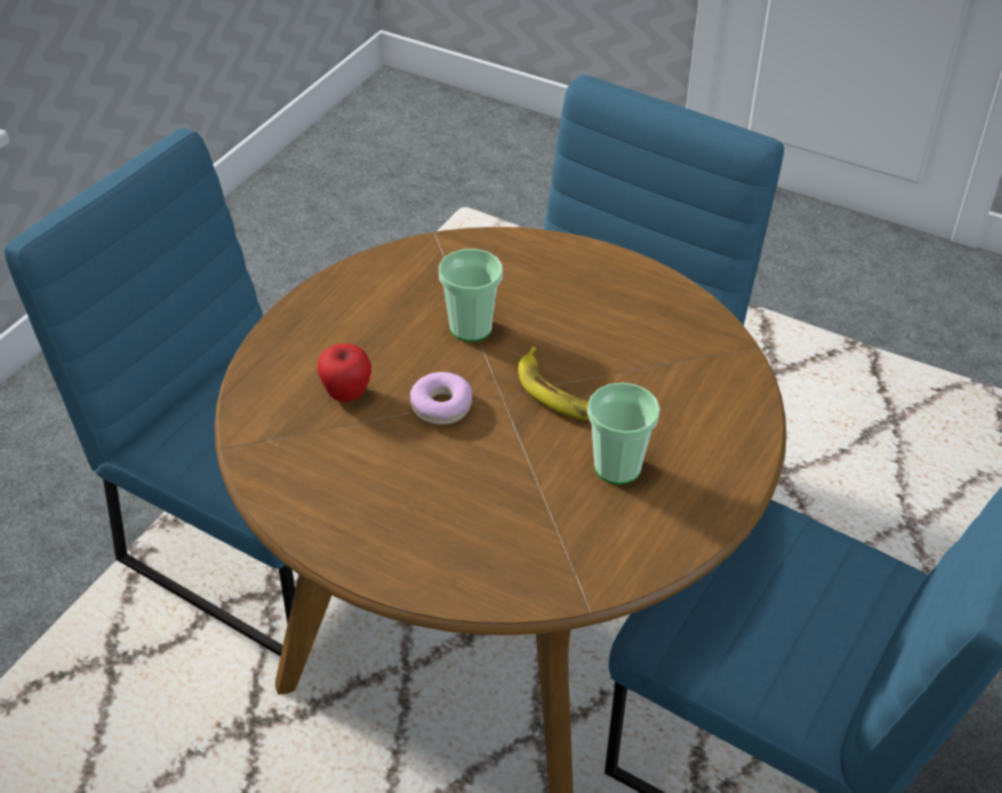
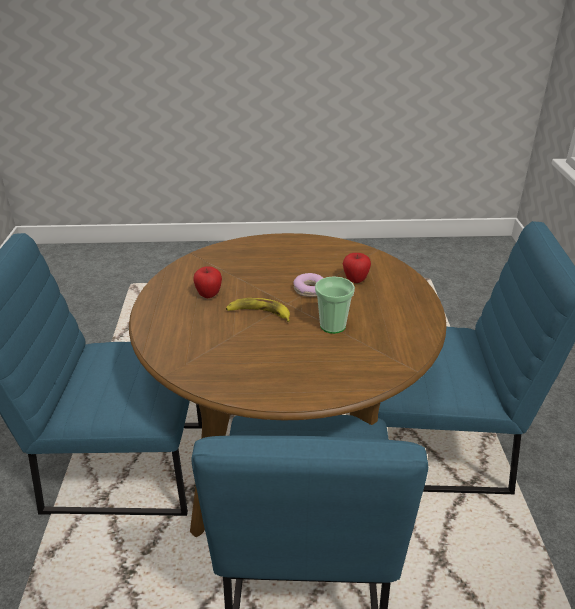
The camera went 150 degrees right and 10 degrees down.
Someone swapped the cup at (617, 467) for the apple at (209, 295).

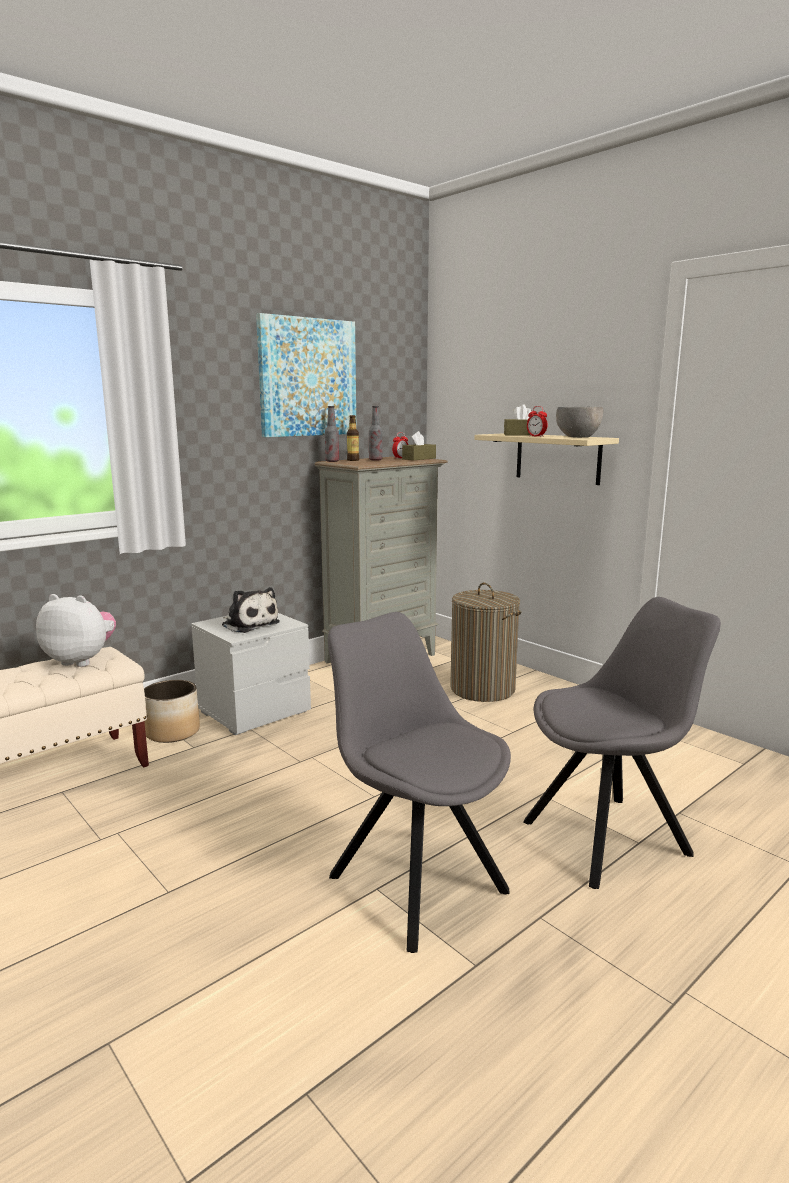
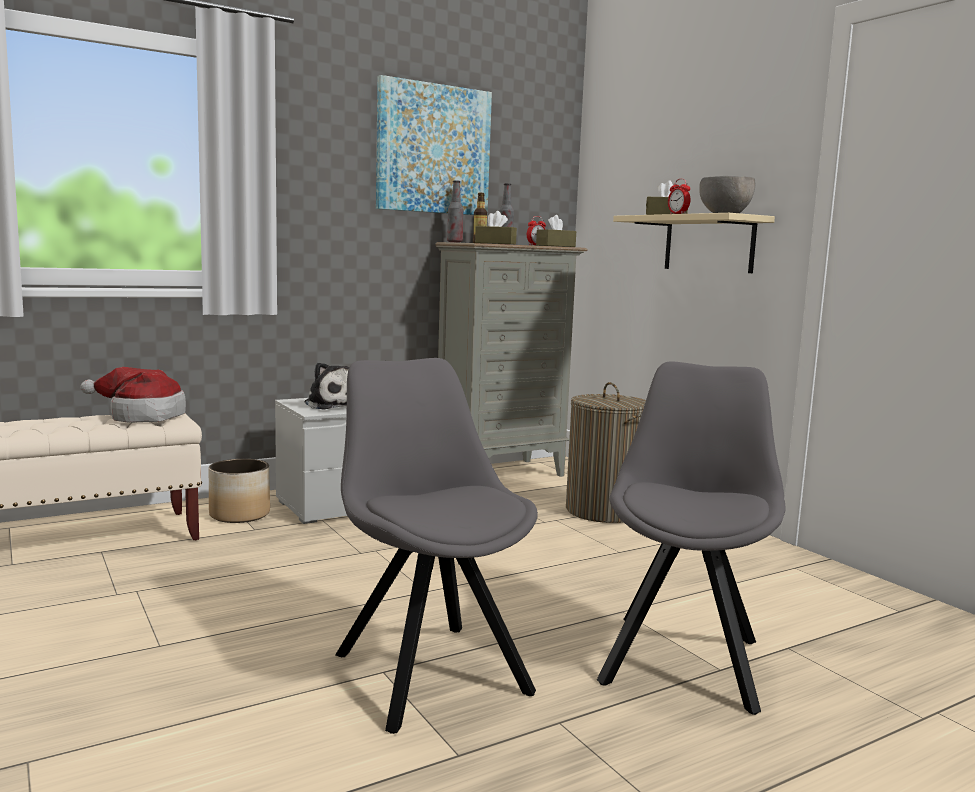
The camera went 10 degrees right and 5 degrees down.
Someone swapped the plush toy at (81, 660) for the hat at (142, 416).
Someone rotated the grey chair at (607, 838) by 60 degrees counterclockwise.
Someone put down the brown tissue box at (495, 243).

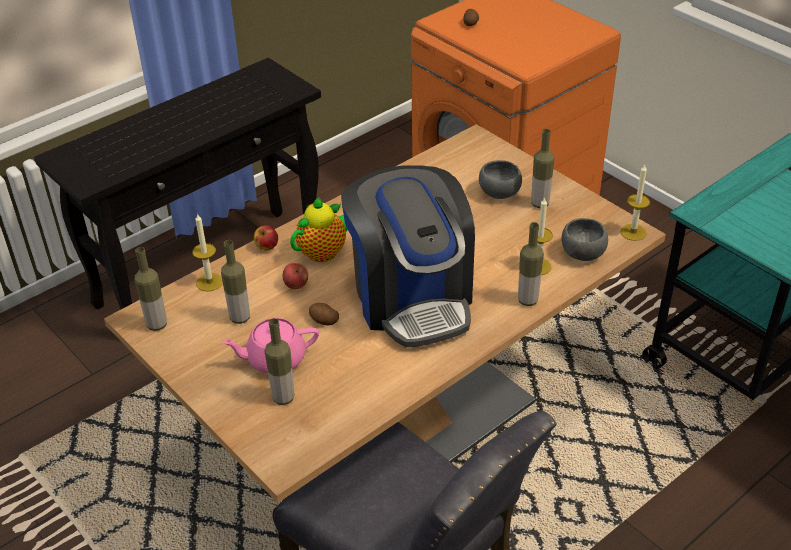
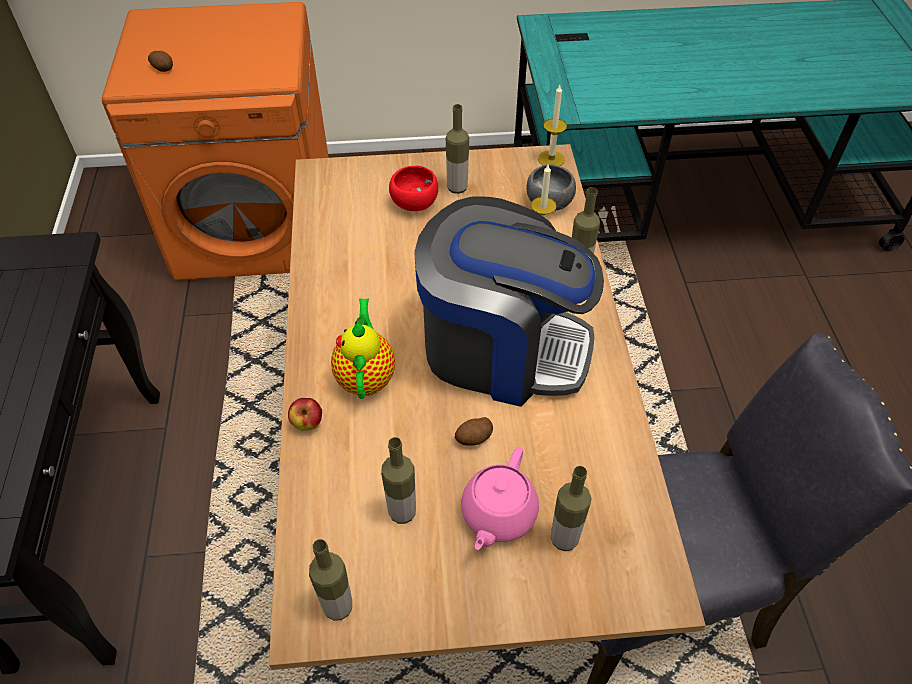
The camera went 55 degrees left and 10 degrees up.
Someone took away the candle at (209, 282).
Someone took away the apple at (296, 285).
Someone repainted the grey bowl at (499, 194), which became the red bowl at (415, 204).

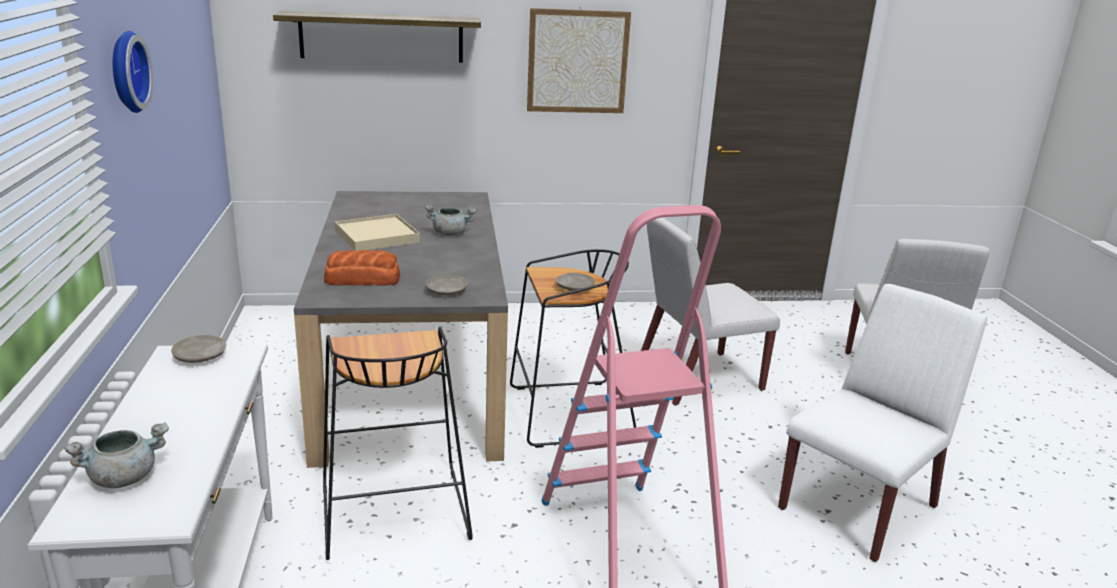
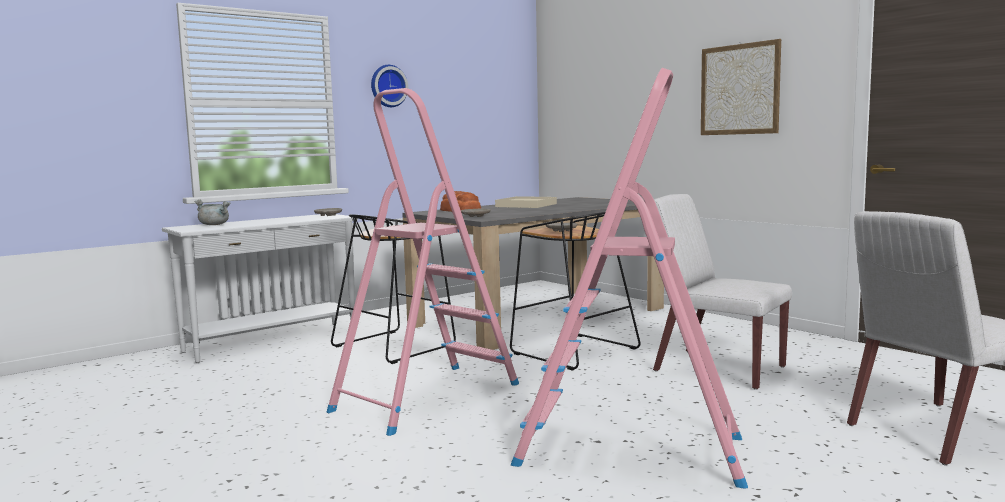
The camera went 60 degrees right and 15 degrees down.
Someone took away the shelf at (381, 37).
Someone took away the grey cooking pot at (450, 233).
Someone swapped the white chair at (859, 507) for the pink step ladder at (628, 451).

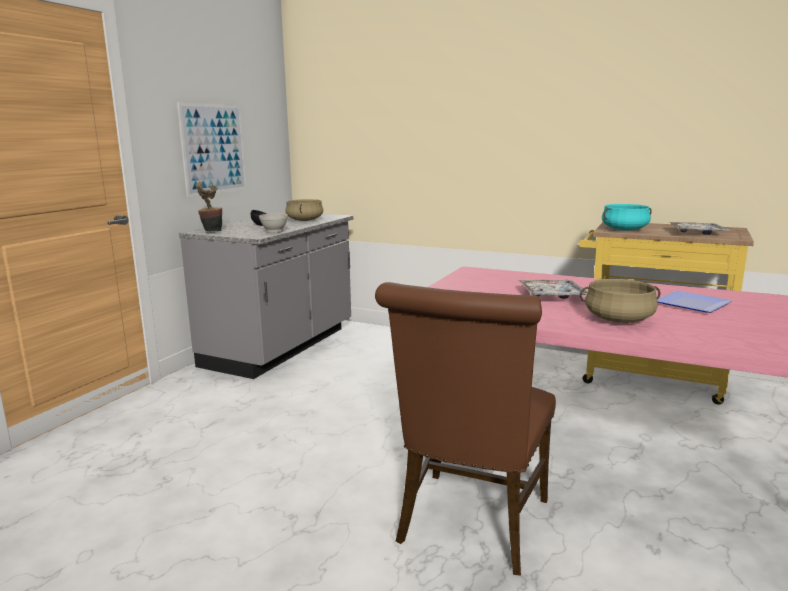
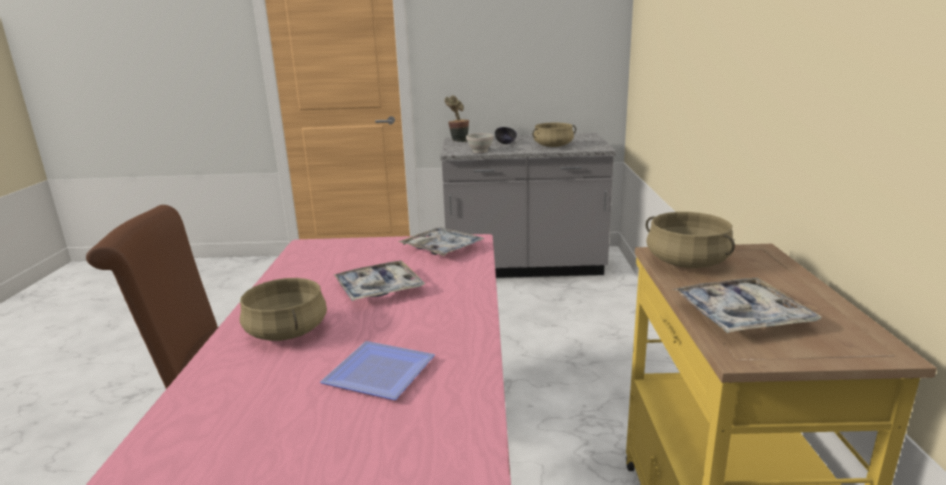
The camera went 65 degrees right and 5 degrees up.
Someone took away the picture at (214, 149).
Someone repainted the turquoise cooking pot at (624, 230), which became the beige cooking pot at (686, 262).
Someone put down the tray at (442, 249).

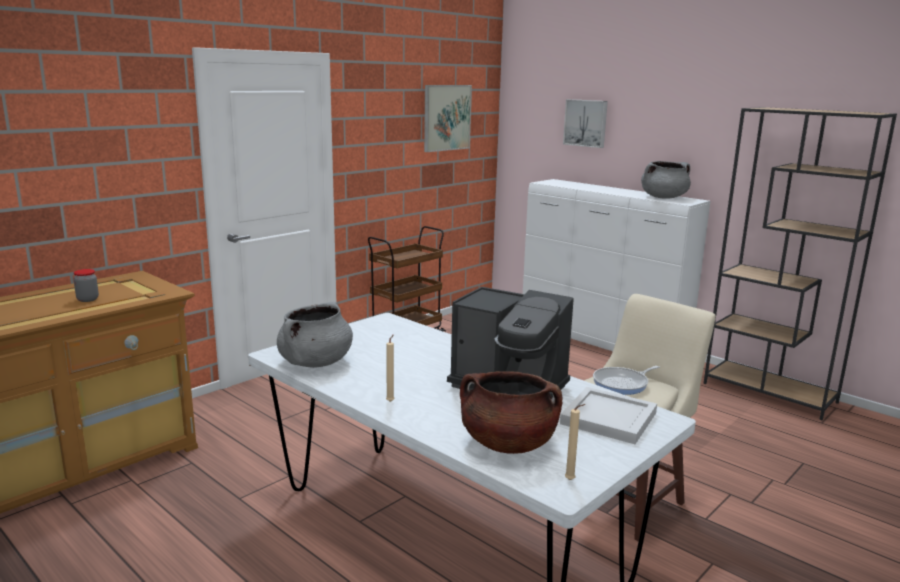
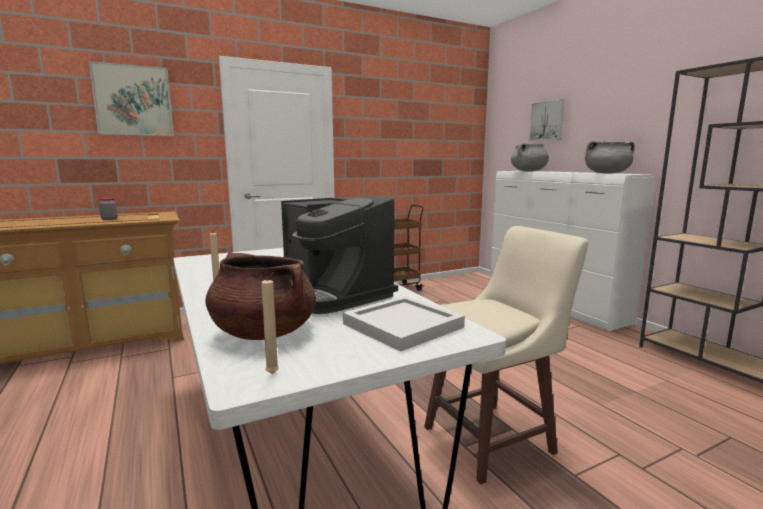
The camera went 20 degrees right and 5 degrees down.
Someone carried the grey cooking pot from (315, 362) to (528, 171).
Someone carried the picture from (447, 117) to (133, 100).
Someone took away the frying pan at (623, 384).

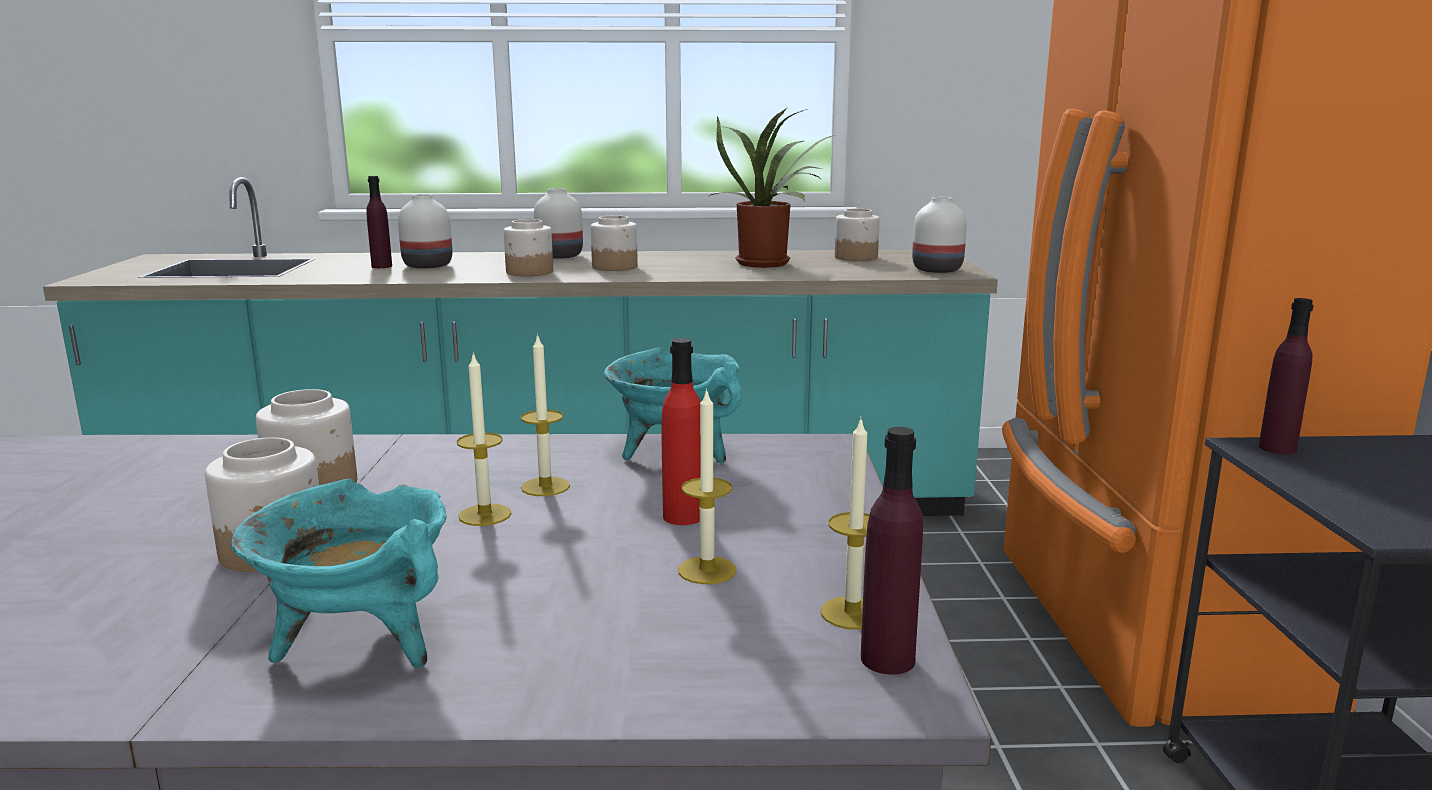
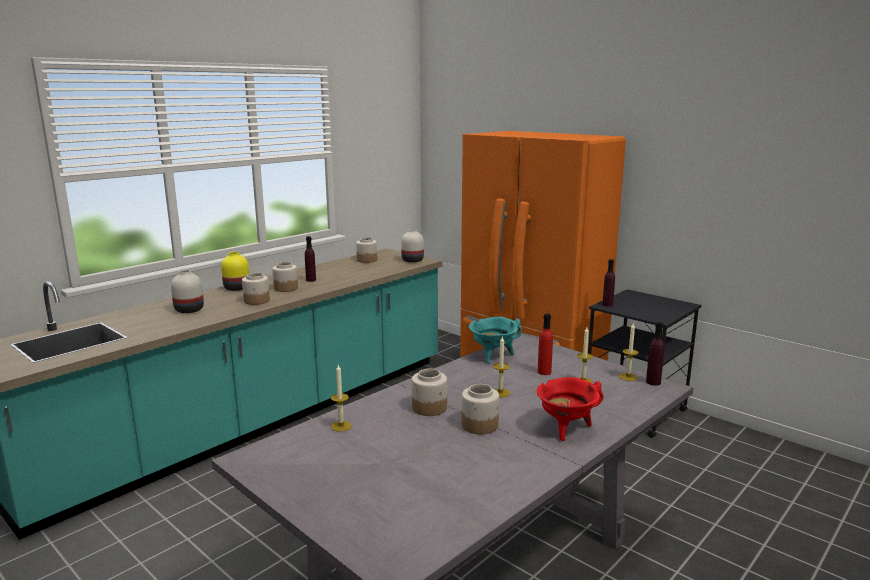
The camera went 45 degrees left and 0 degrees up.
Someone repainted the turquoise cooking pot at (359, 644), which became the red cooking pot at (566, 429).
Someone carried the purple bottle from (382, 266) to (311, 280).
Someone carried the candle from (545, 487) to (341, 426).
Someone repainted the white vase at (560, 256), which became the yellow vase at (237, 288).
Someone took away the potted plant at (767, 263).

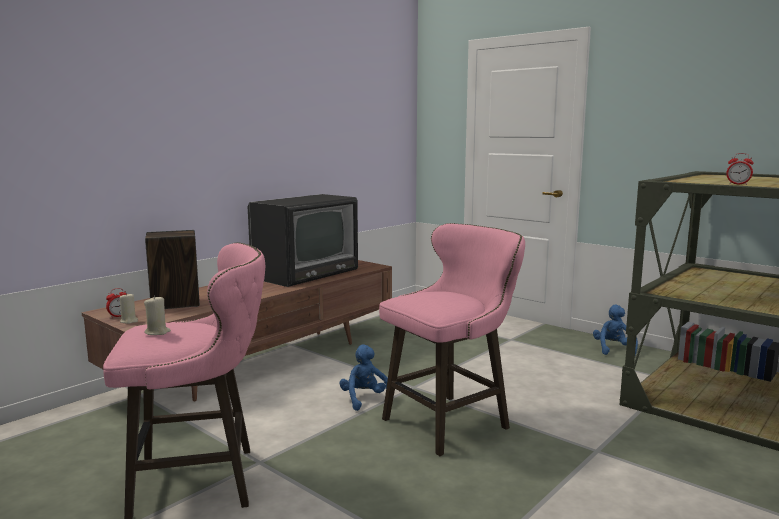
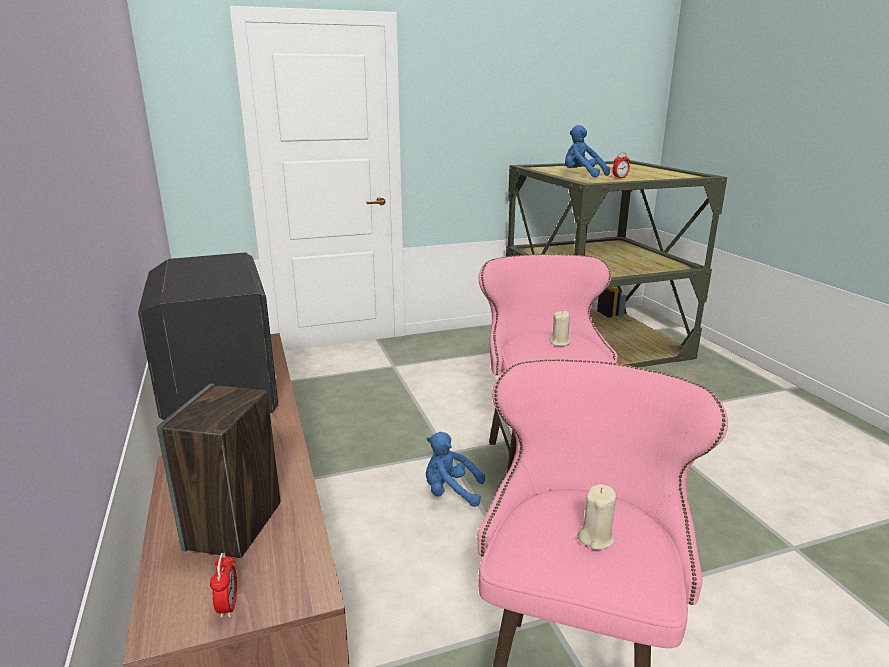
The camera went 60 degrees left and 10 degrees up.
Someone carried the beige candle from (129, 321) to (560, 342).
Someone carried the blue plush toy from (613, 349) to (581, 175).

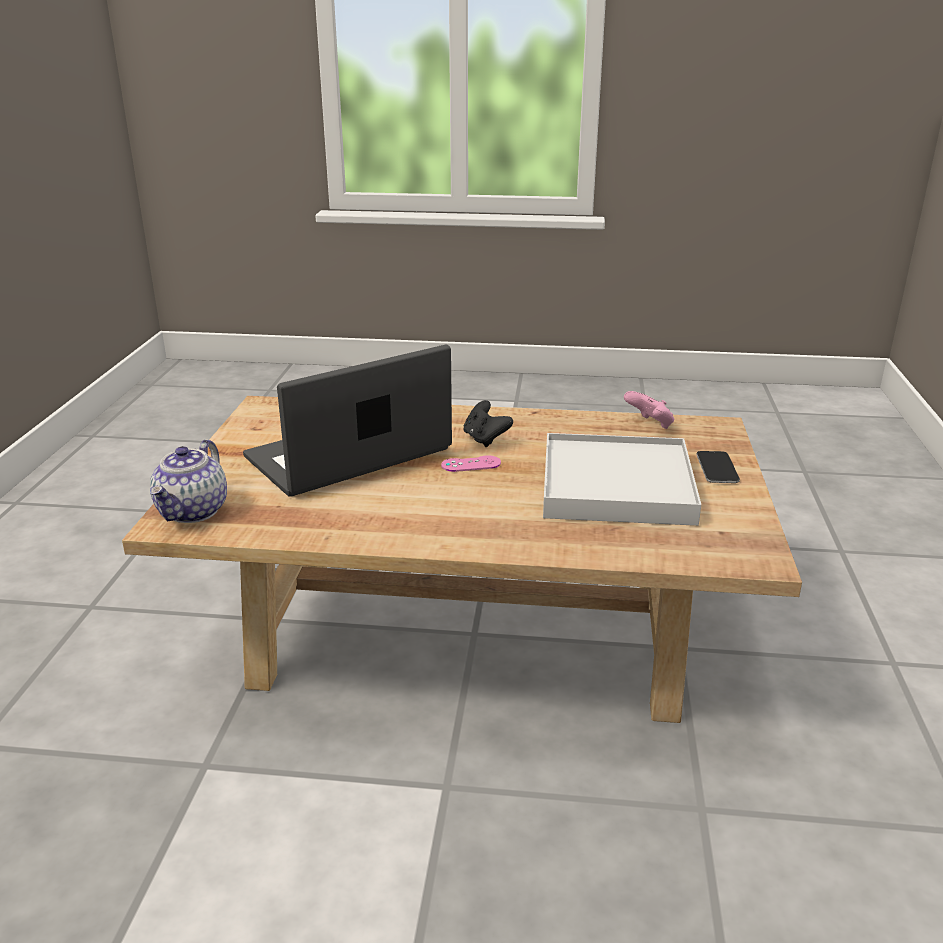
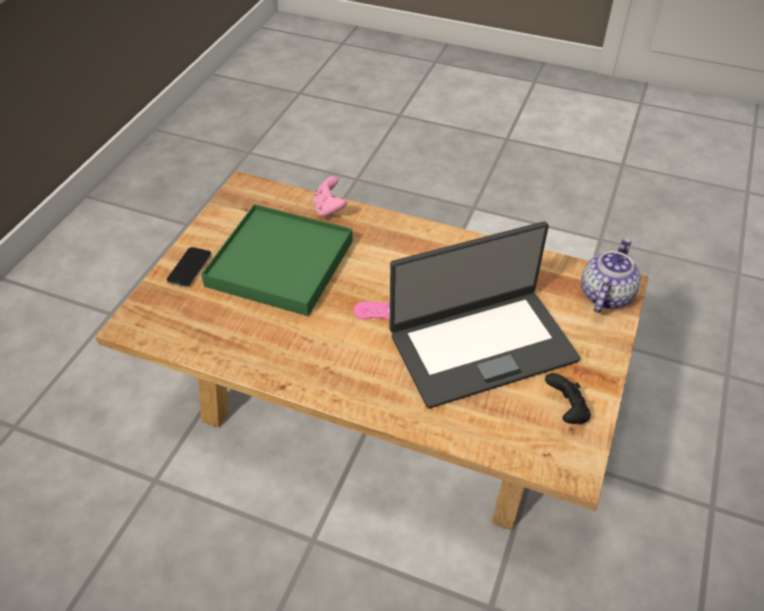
The camera went 165 degrees left and 20 degrees up.
Someone carried the black game controller from (485, 439) to (566, 411).
Someone repainted the white tray at (616, 486), which became the green tray at (281, 263).
Someone carried the pink game controller from (650, 425) to (329, 209).

